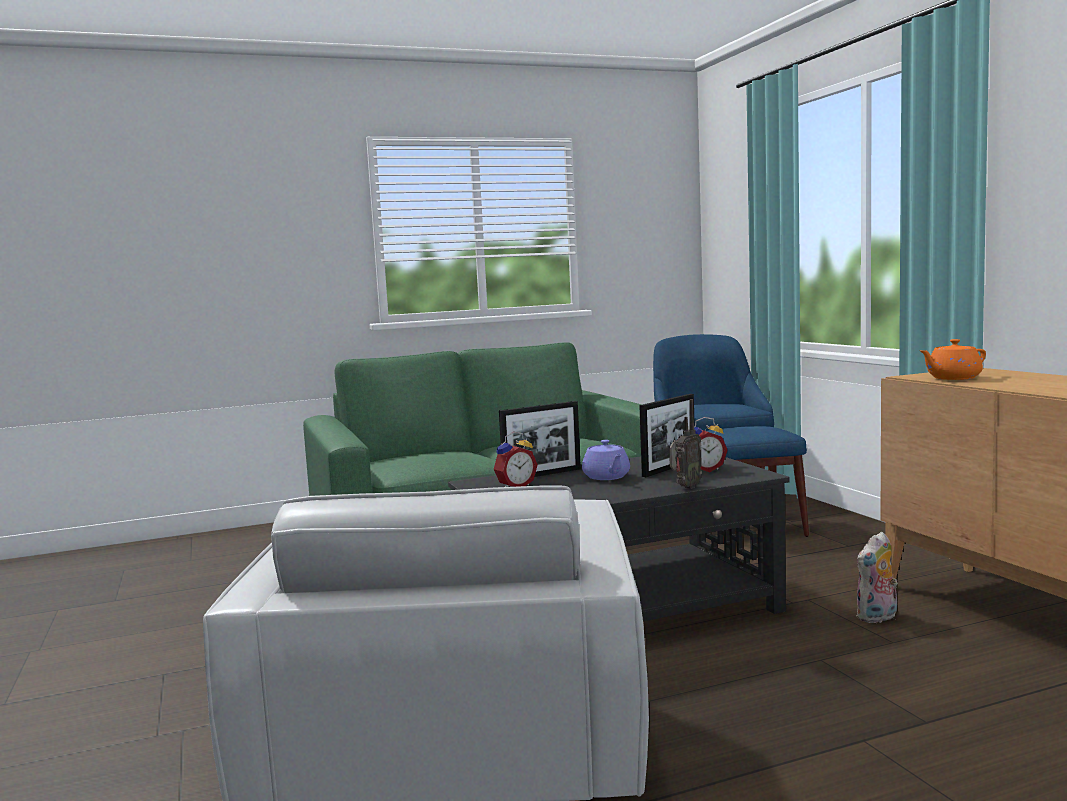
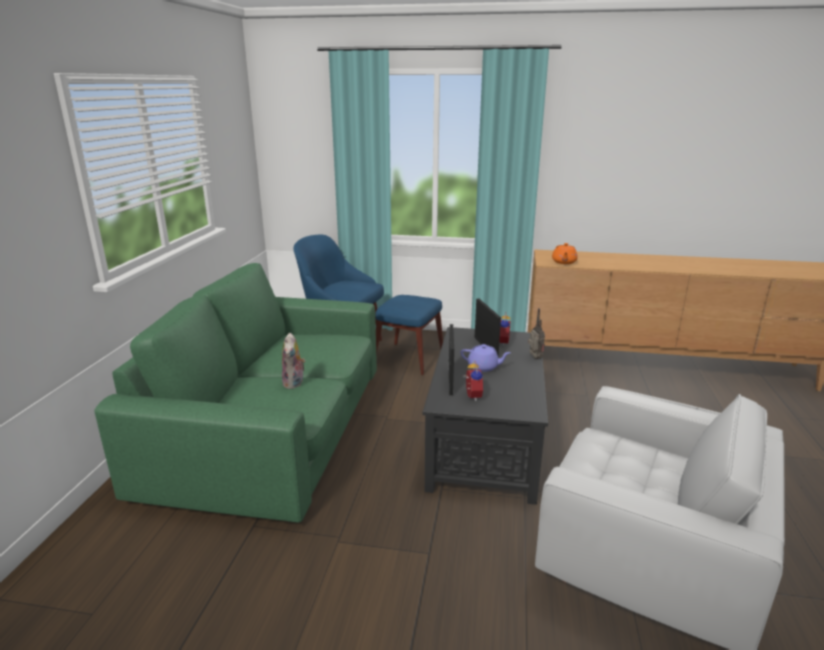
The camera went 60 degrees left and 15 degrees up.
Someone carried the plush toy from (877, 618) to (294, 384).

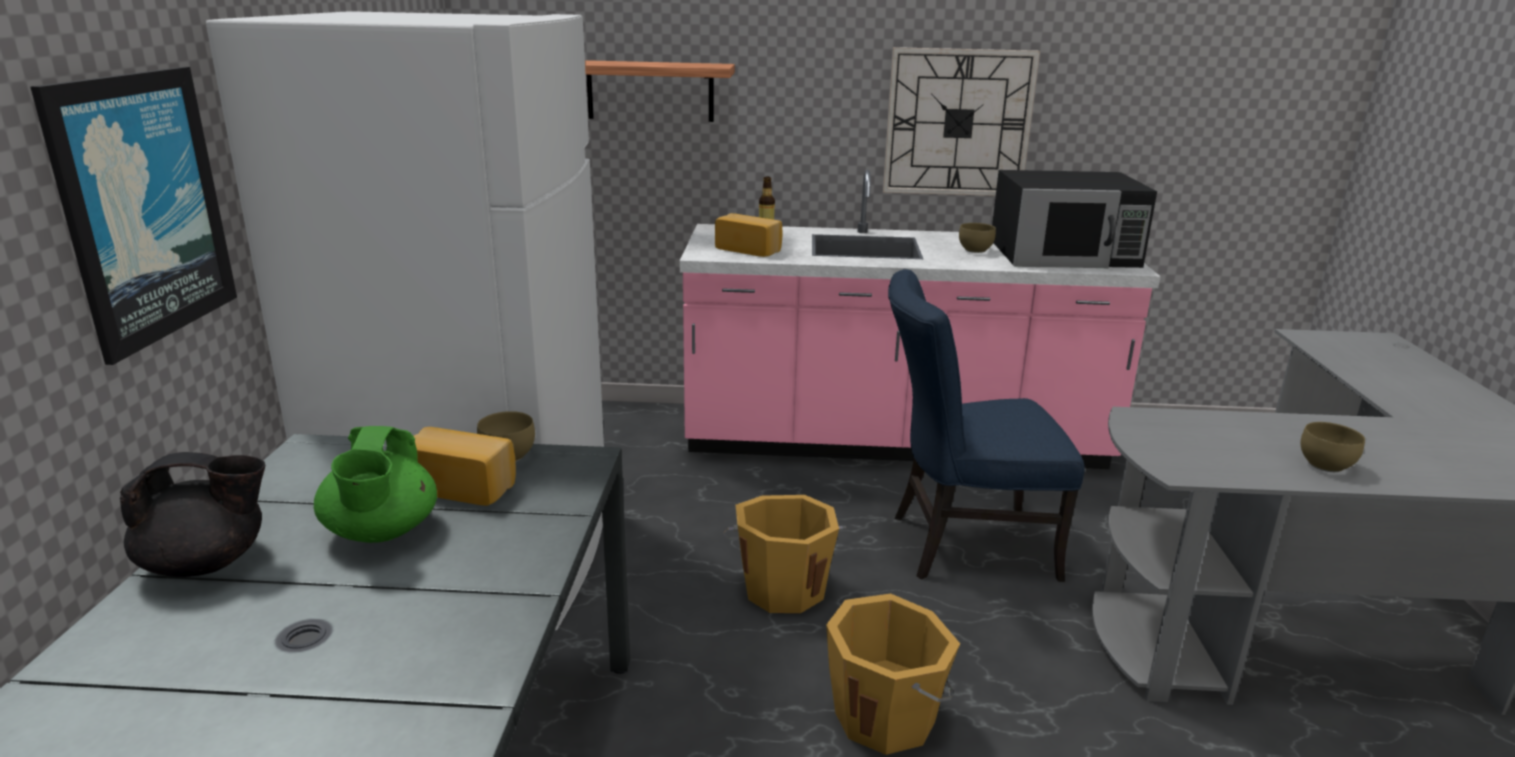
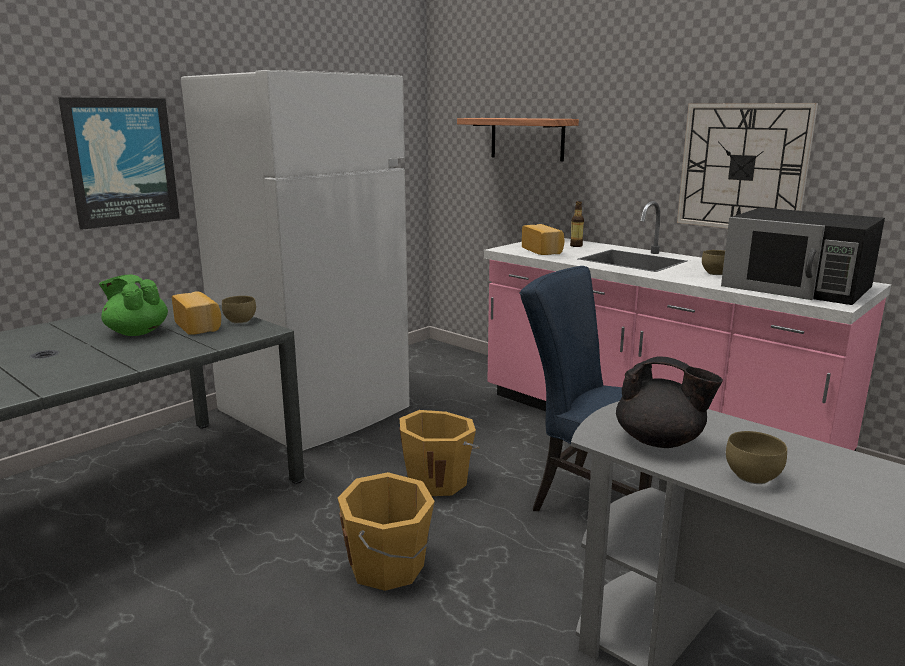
The camera went 40 degrees right and 5 degrees down.
Someone carried the black teapot from (207, 563) to (660, 441).
Someone rotated the green teapot at (381, 532) by 90 degrees clockwise.

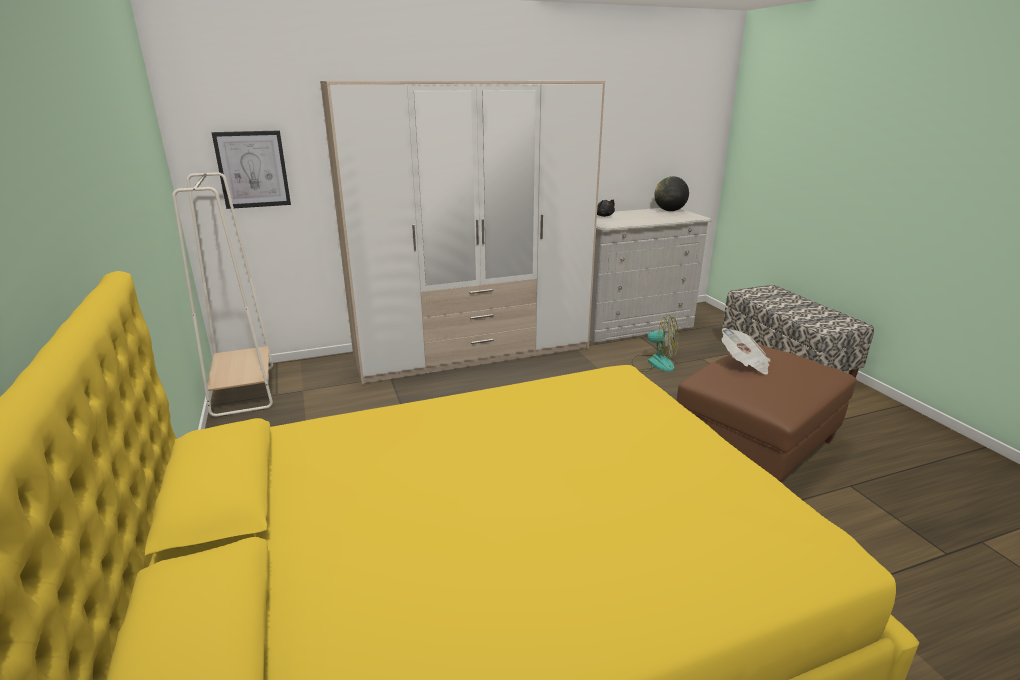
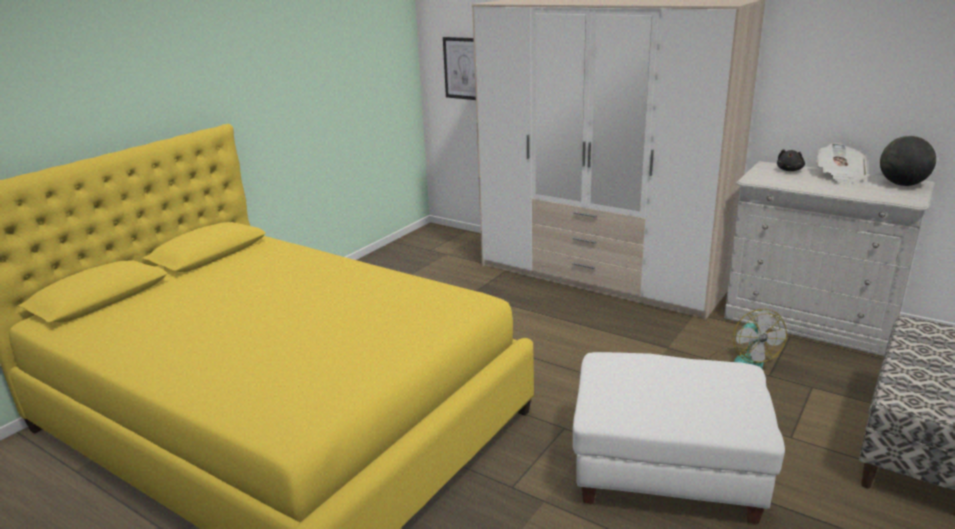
The camera went 55 degrees right and 0 degrees up.
Someone took away the clothes rack at (244, 391).
Someone repainted the brown ottoman at (754, 444), which became the white ottoman at (666, 470).
Someone carried the newspaper from (744, 363) to (839, 177).

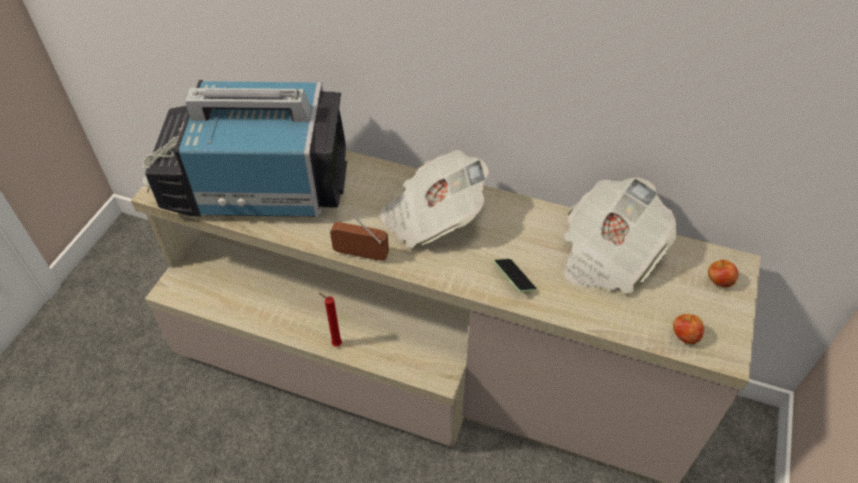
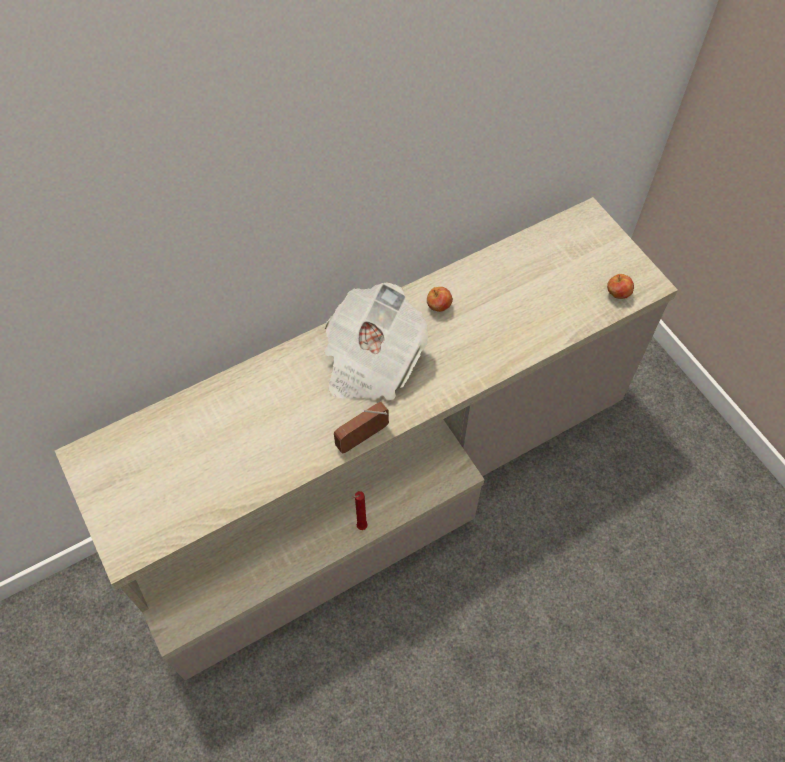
The camera went 50 degrees left and 10 degrees up.
Someone took away the television at (257, 186).
Someone took away the phone at (514, 279).
Someone took away the newspaper at (608, 255).
Someone carried the apple from (718, 282) to (439, 307).

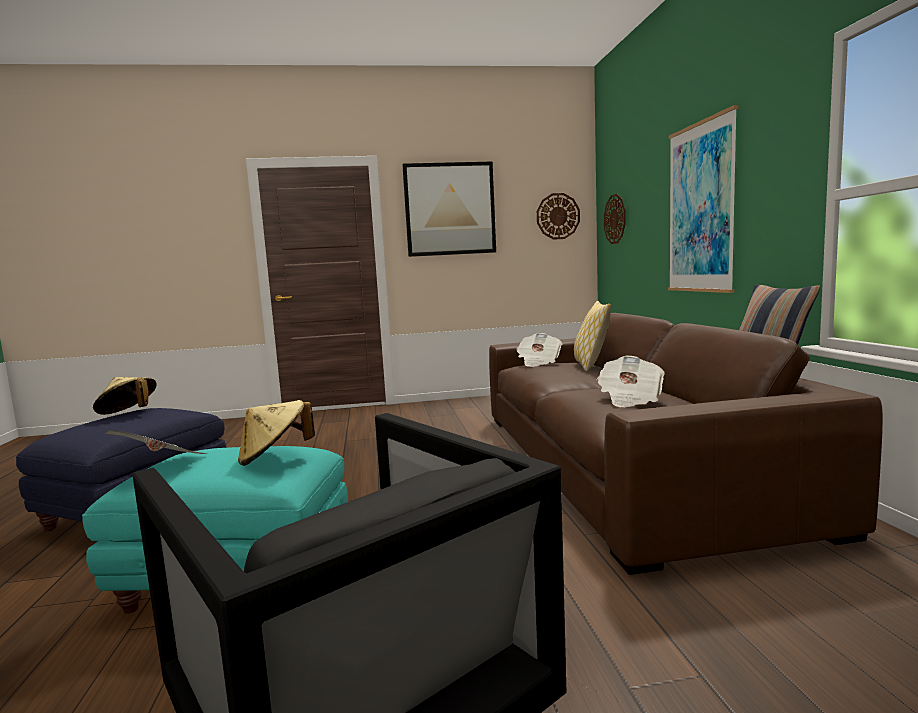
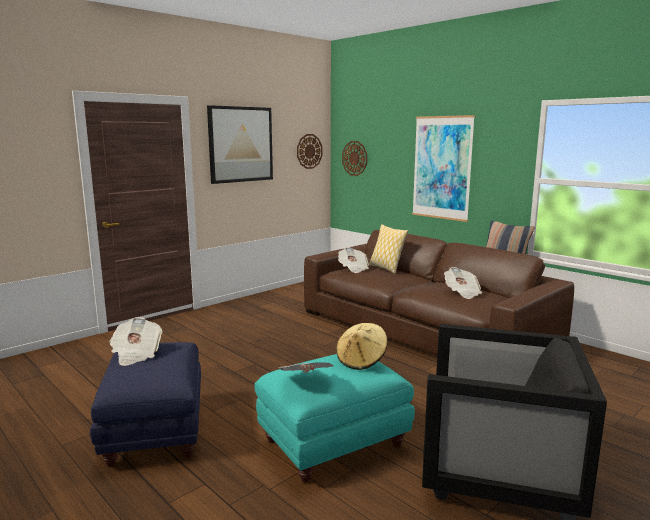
The camera went 35 degrees left and 5 degrees up.
Someone swapped the beige hat at (128, 414) for the newspaper at (136, 354).

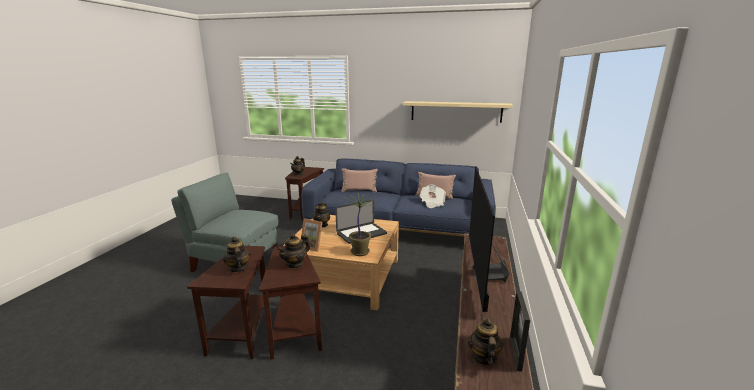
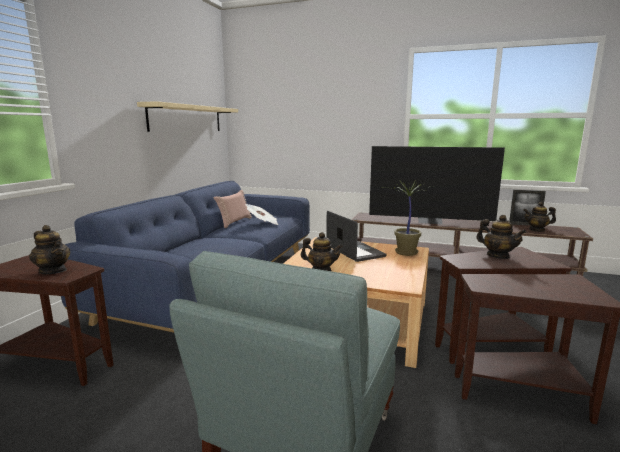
The camera went 85 degrees left and 5 degrees down.
Someone took away the teapot at (238, 268).
Someone took away the picture frame at (313, 246).
Someone took away the beige pillow at (359, 190).

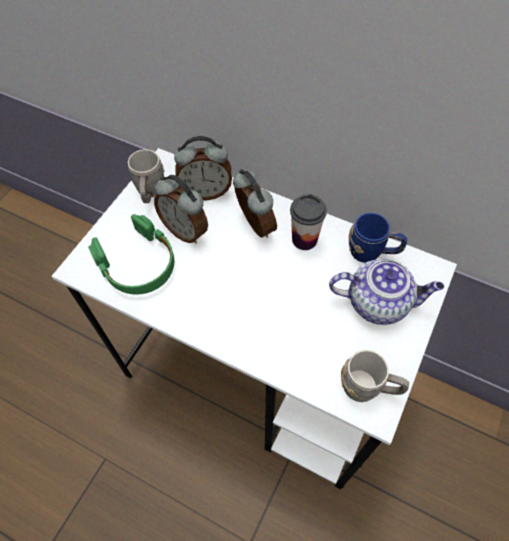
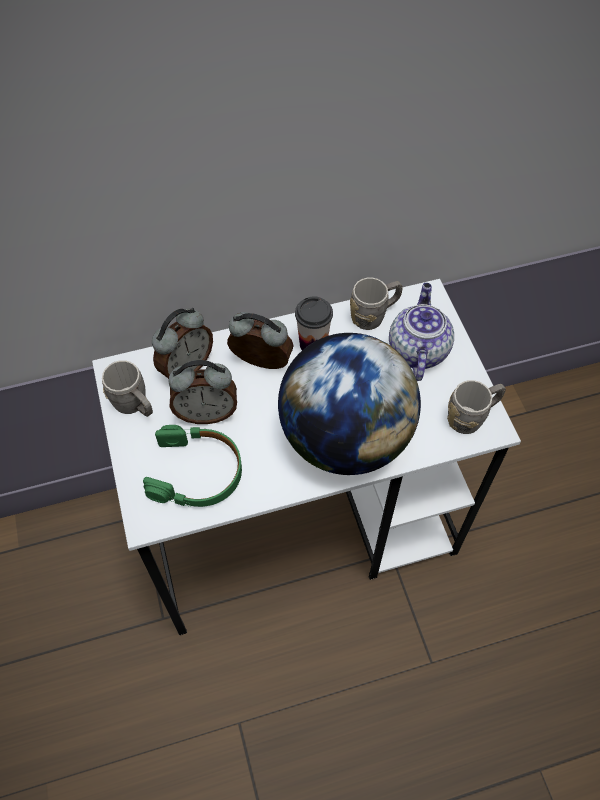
The camera went 45 degrees left and 0 degrees up.
Someone rotated the teapot at (379, 302) by 45 degrees counterclockwise.
Someone repainted the blue mug at (372, 252), which became the grey mug at (374, 315).
Someone put down the globe at (344, 437).

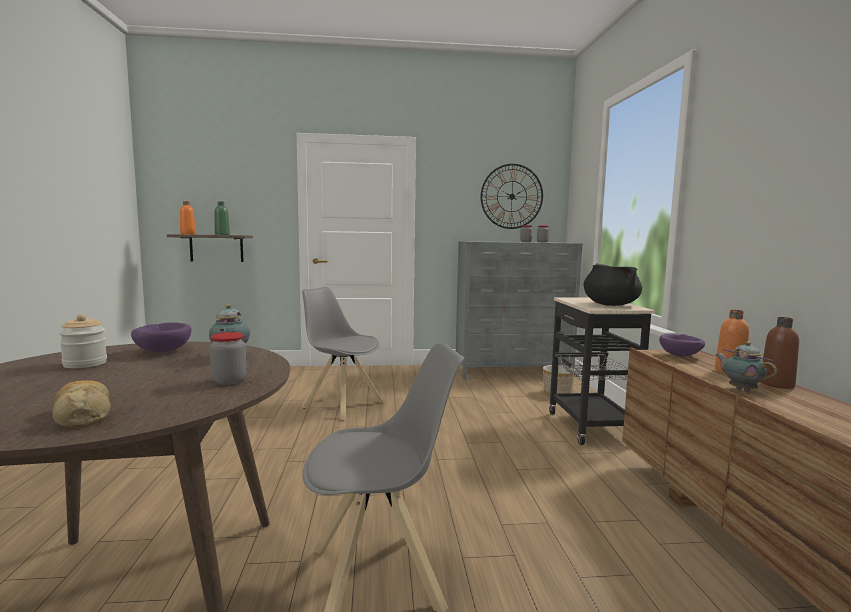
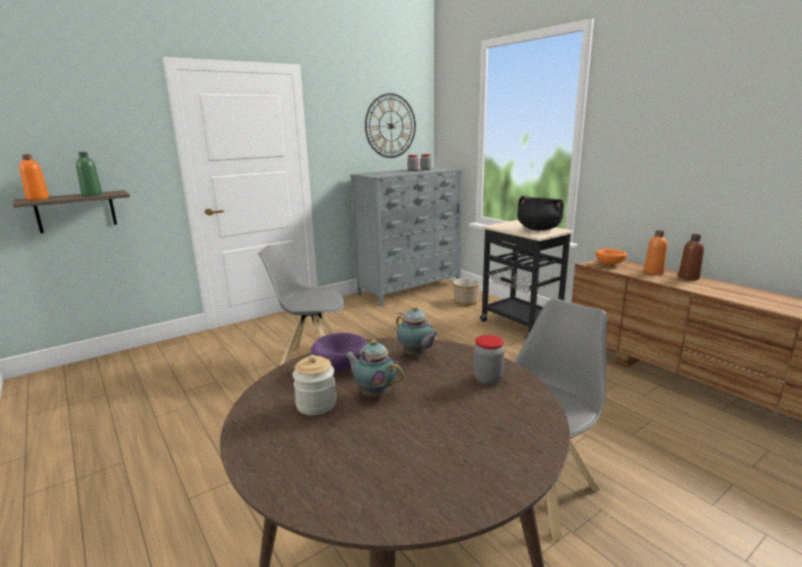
The camera went 30 degrees left and 10 degrees up.
Someone took away the bread at (83, 415).
Someone repainted the purple bowl at (681, 356), which became the orange bowl at (610, 264).
Someone carried the teapot from (740, 389) to (374, 394).

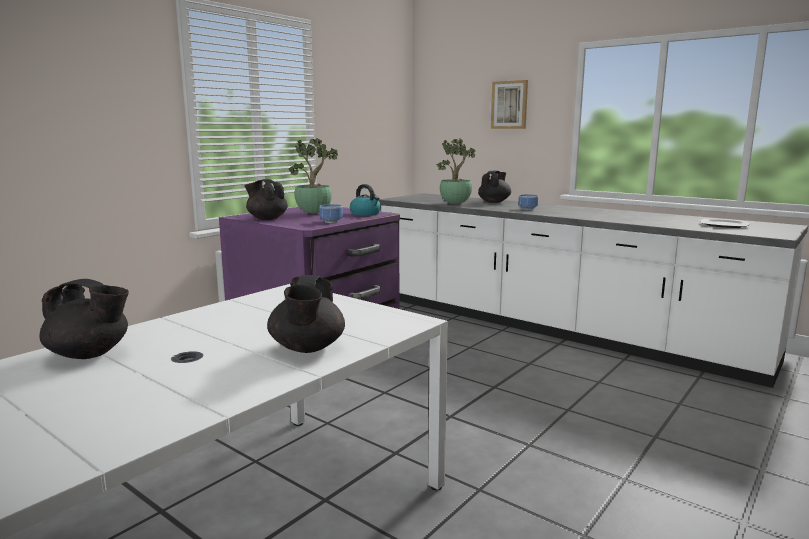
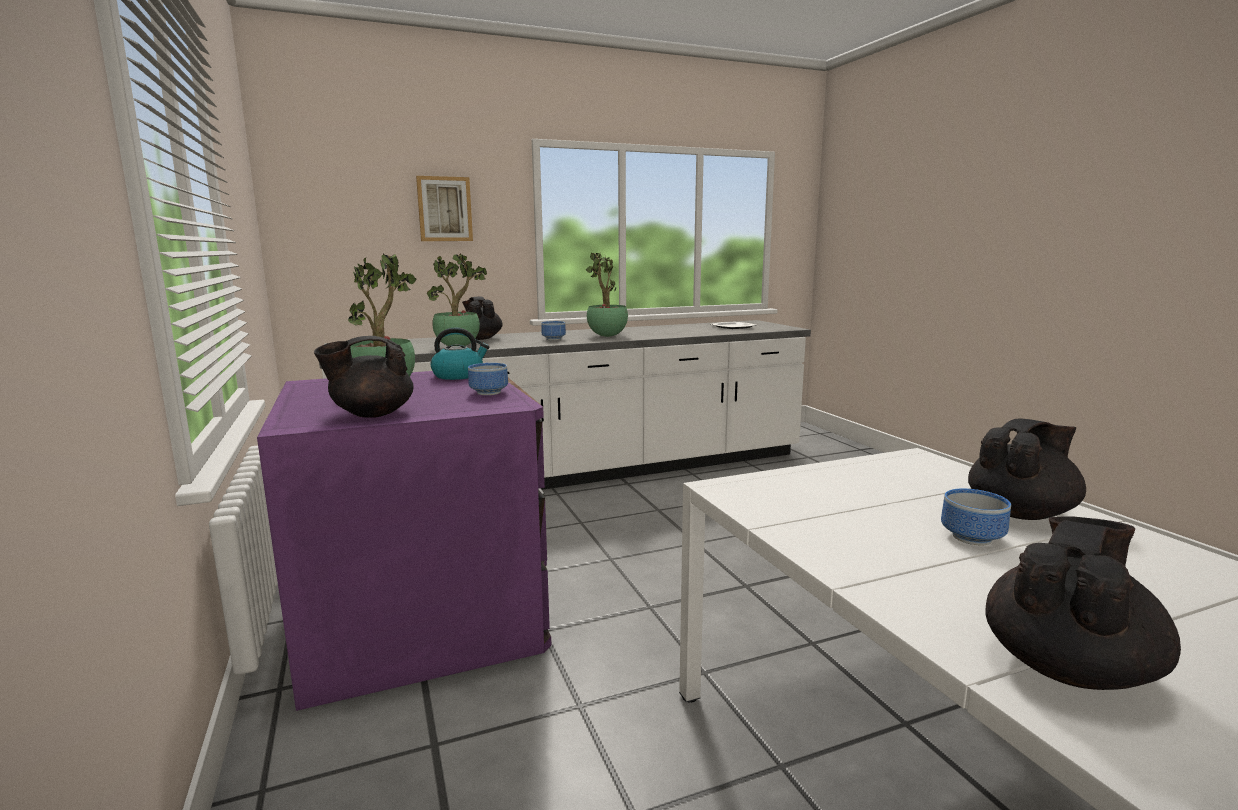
The camera went 60 degrees left and 0 degrees up.
Someone rotated the black teapot at (307, 348) by 60 degrees counterclockwise.
Someone put down the potted plant at (607, 336).
Someone put down the bowl at (972, 538).

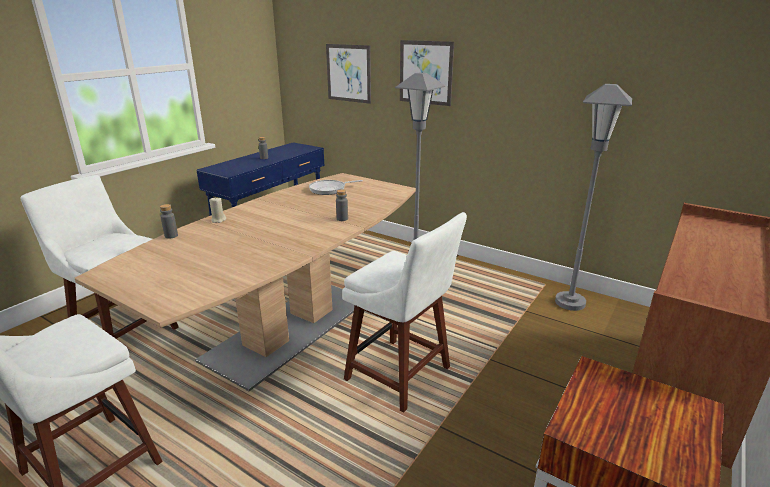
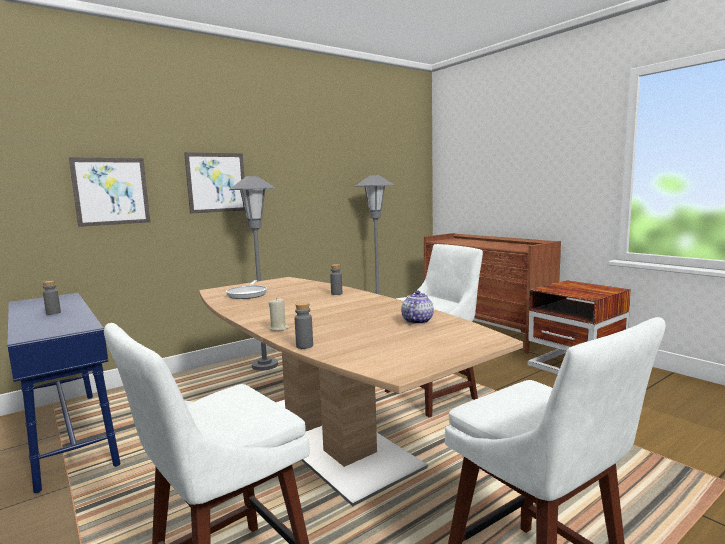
The camera went 70 degrees left and 15 degrees down.
Someone put down the teapot at (417, 321).

